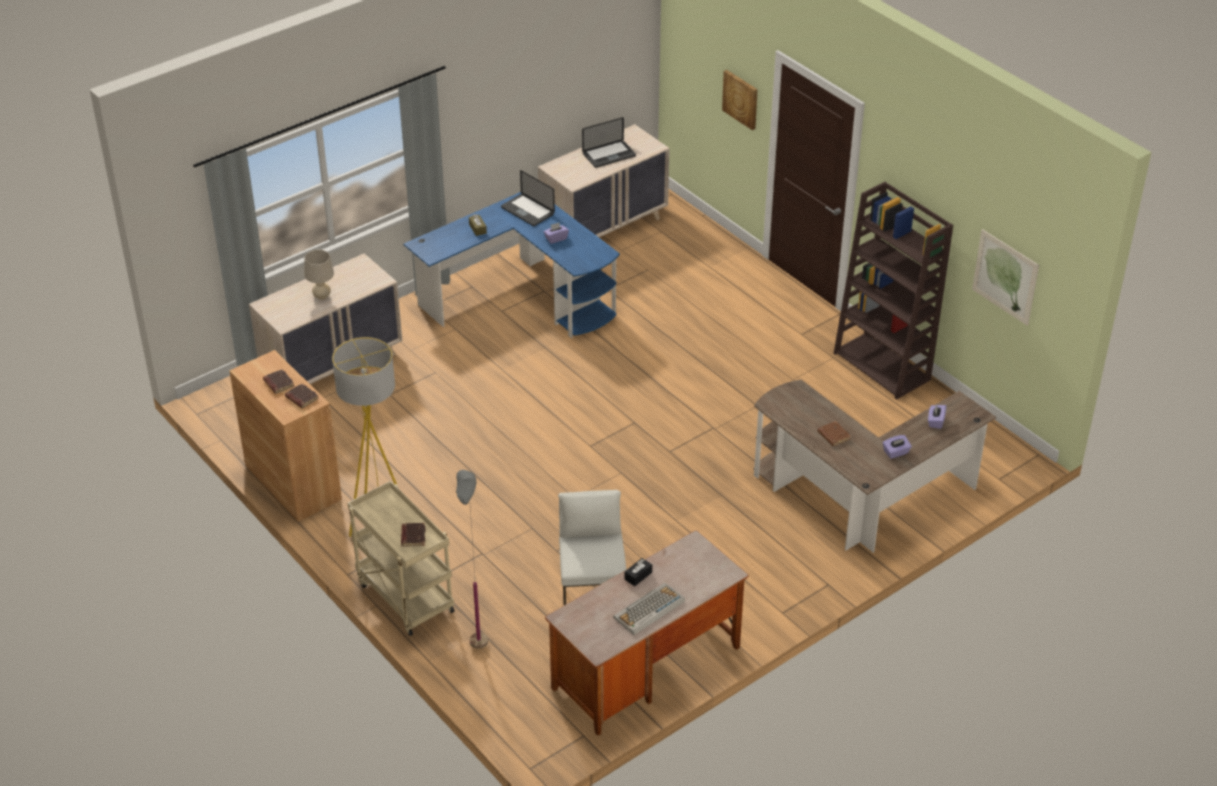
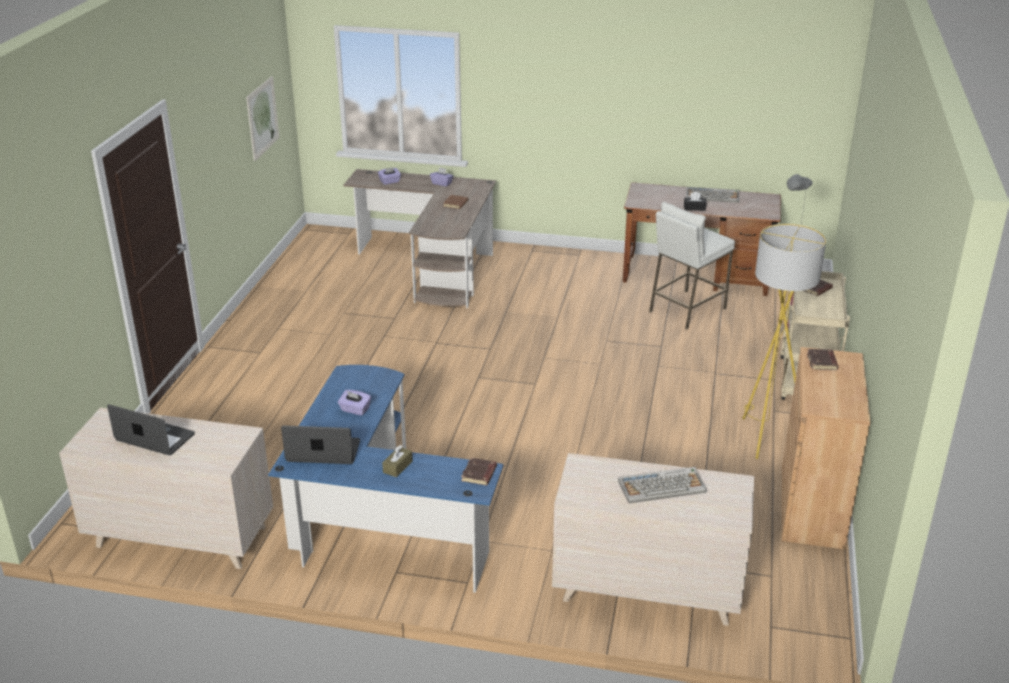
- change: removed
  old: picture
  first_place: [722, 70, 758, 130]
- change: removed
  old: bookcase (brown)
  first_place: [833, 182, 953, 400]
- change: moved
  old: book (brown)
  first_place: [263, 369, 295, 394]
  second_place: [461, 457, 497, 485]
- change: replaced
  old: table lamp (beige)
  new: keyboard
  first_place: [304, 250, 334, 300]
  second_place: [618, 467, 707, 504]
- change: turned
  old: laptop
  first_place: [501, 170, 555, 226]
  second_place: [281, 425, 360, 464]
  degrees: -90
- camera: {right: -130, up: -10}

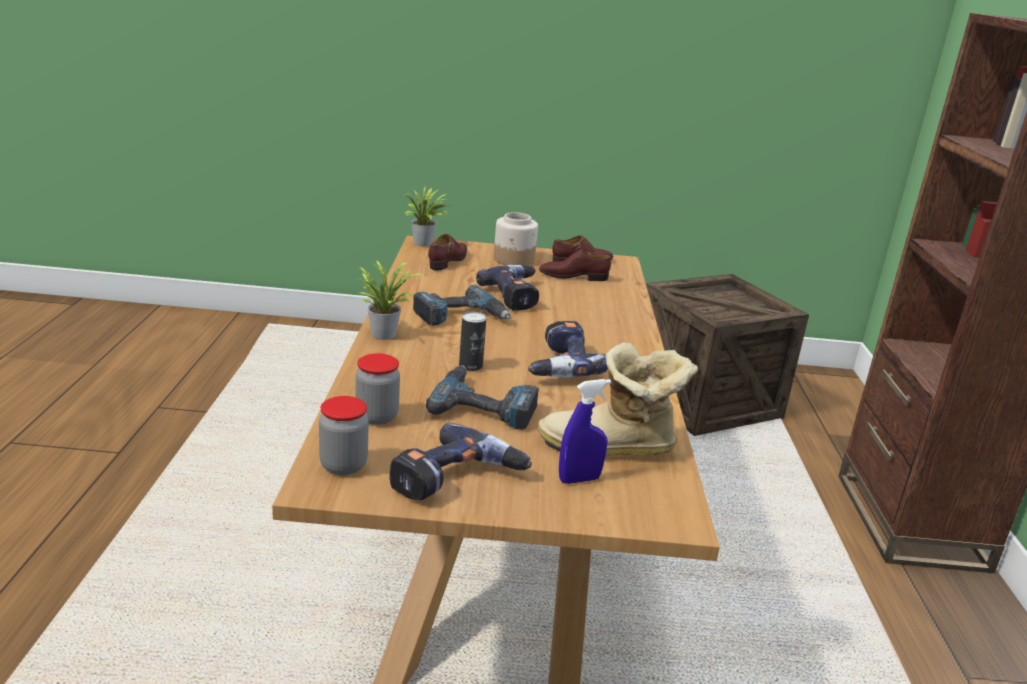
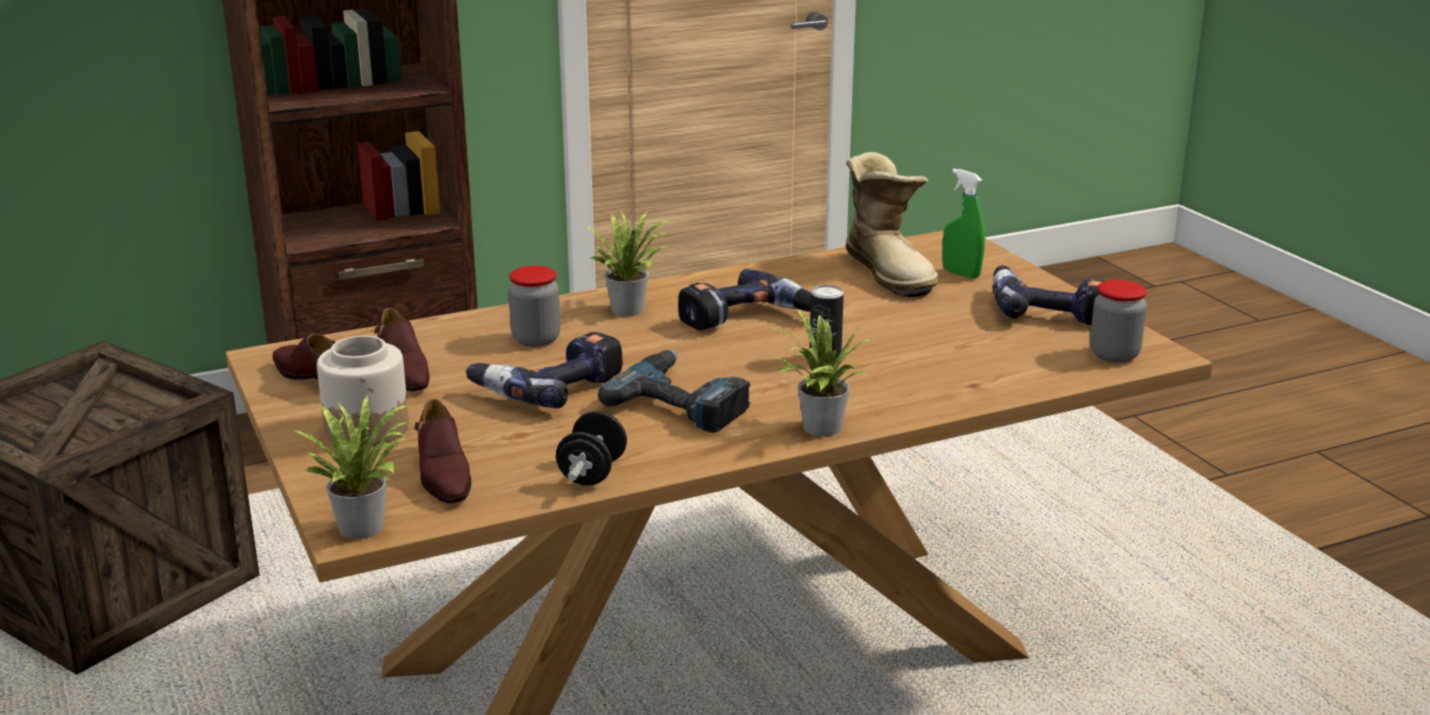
- change: removed
  old: power drill
  first_place: [426, 365, 539, 430]
- change: added
  new: dumbbell (black)
  second_place: [556, 411, 627, 486]
- change: added
  new: potted plant
  second_place: [585, 212, 672, 316]
- change: moved
  old: jar
  first_place: [356, 353, 400, 425]
  second_place: [508, 266, 561, 347]
- change: recoloured
  old: spray bottle (blue)
  new: spray bottle (green)
  first_place: [559, 379, 611, 484]
  second_place: [942, 169, 985, 279]
- change: turned
  old: shoe (brown)
  first_place: [428, 234, 467, 270]
  second_place: [414, 399, 471, 503]
  degrees: -105
- camera: {right: -115, up: 0}

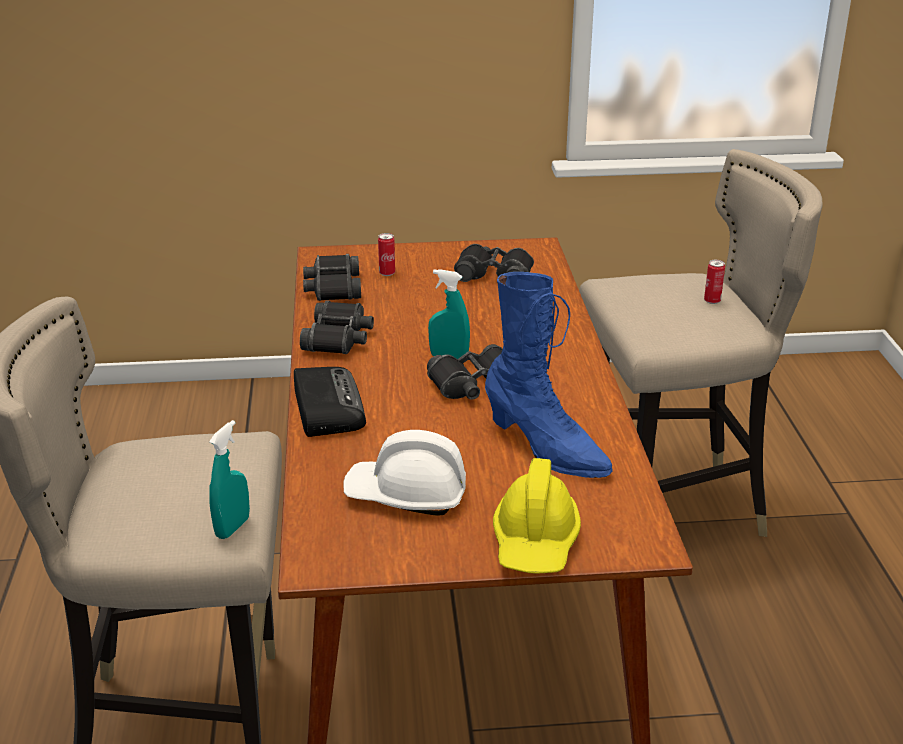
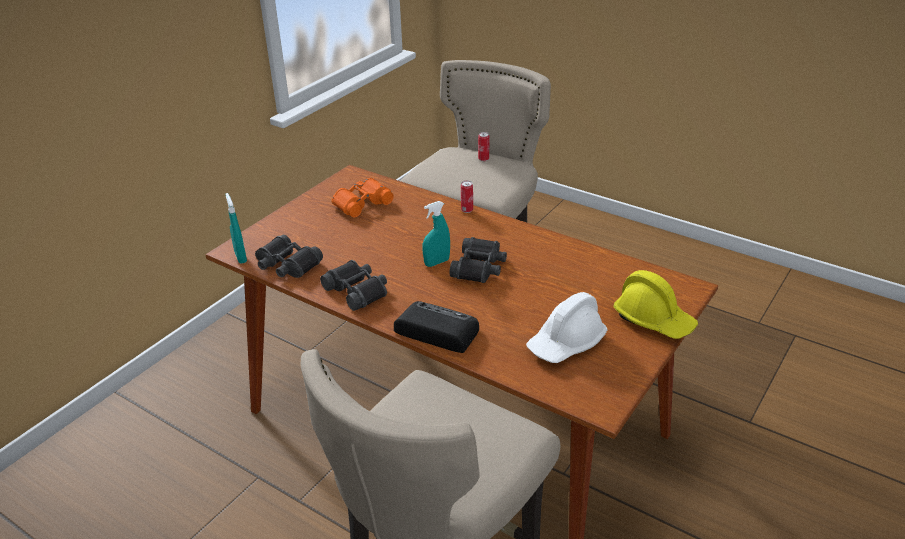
- change: removed
  old: boot (blue)
  first_place: [485, 272, 613, 478]
- change: moved
  old: spray bottle (turquoise)
  first_place: [209, 420, 250, 539]
  second_place: [226, 193, 247, 264]
- change: moved
  old: can
  first_place: [378, 233, 395, 276]
  second_place: [461, 181, 473, 213]
- change: recoloured
  old: binoculars (black)
  new: binoculars (orange)
  first_place: [454, 244, 534, 282]
  second_place: [331, 178, 394, 217]
- camera: {right: -50, up: 5}

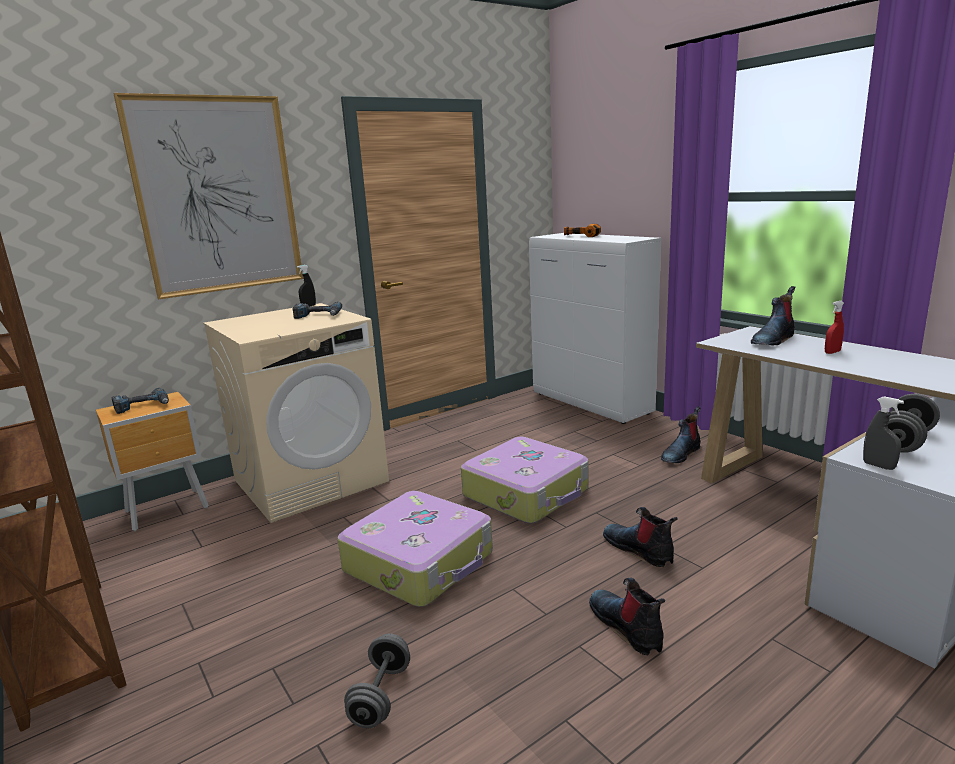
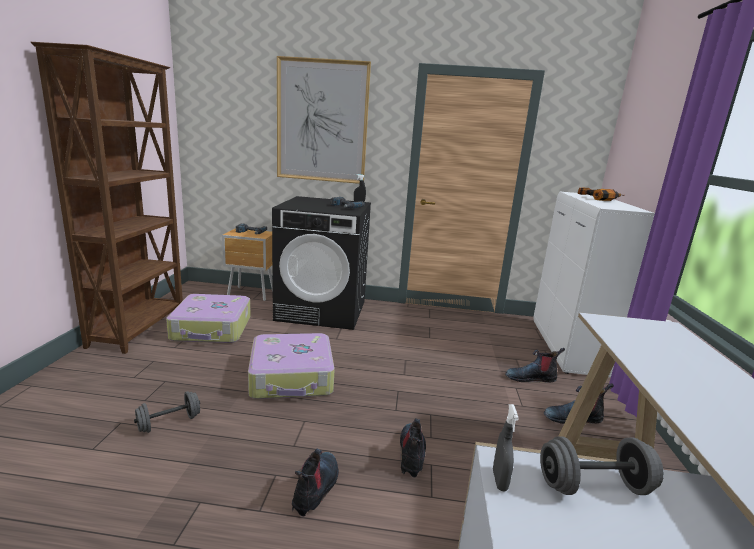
- change: removed
  old: spray bottle (red)
  first_place: [825, 301, 844, 354]
- change: moved
  old: suitcase
  first_place: [461, 437, 589, 523]
  second_place: [166, 294, 251, 343]
- change: moved
  old: boot
  first_place: [751, 286, 795, 345]
  second_place: [505, 348, 565, 383]
- change: recoloured
  old: washing machine (beige)
  new: washing machine (black)
  first_place: [203, 303, 389, 523]
  second_place: [272, 196, 371, 330]
- camera: {right: 40, up: 0}

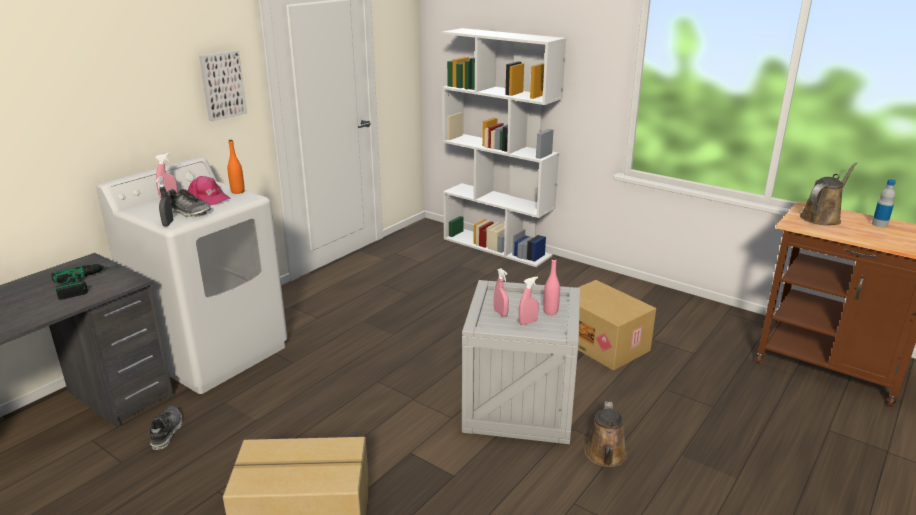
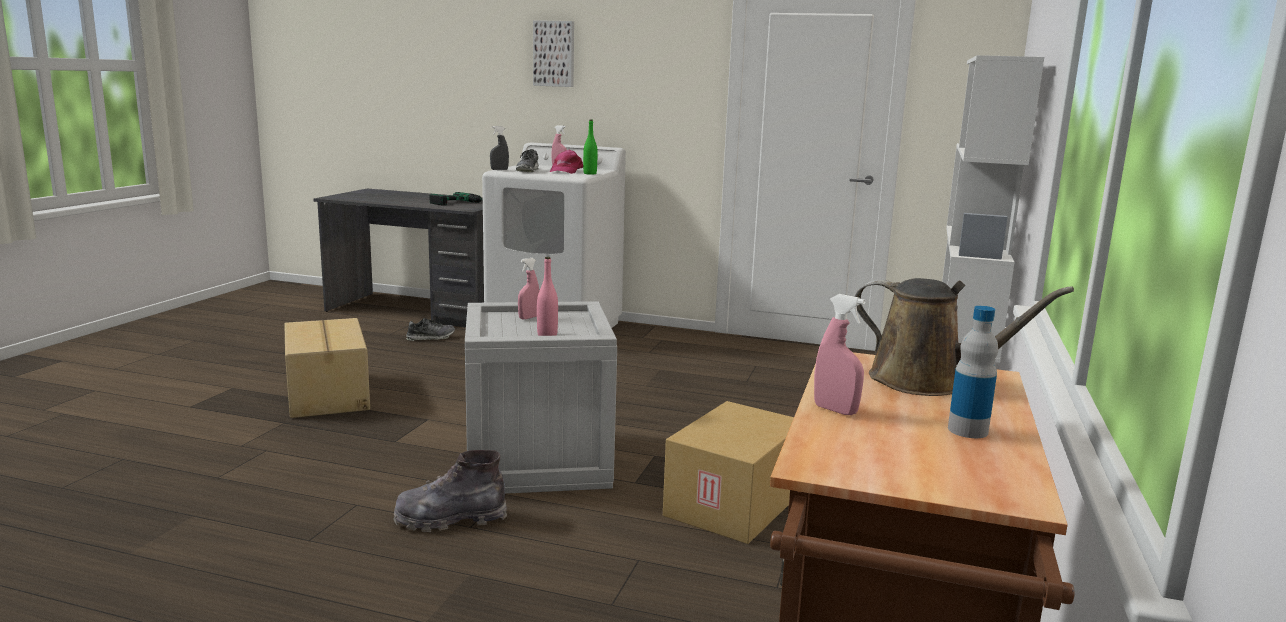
- change: moved
  old: picture
  first_place: [199, 50, 247, 121]
  second_place: [533, 20, 574, 87]
- change: moved
  old: spray bottle (pink)
  first_place: [519, 277, 539, 325]
  second_place: [814, 294, 865, 415]
- change: replaced
  old: watering can (brown)
  new: boot (grey)
  first_place: [585, 401, 627, 467]
  second_place: [393, 450, 507, 532]
- change: recoloured
  old: bottle (orange)
  new: bottle (green)
  first_place: [228, 140, 245, 194]
  second_place: [583, 120, 598, 175]
- camera: {right: 70, up: -10}

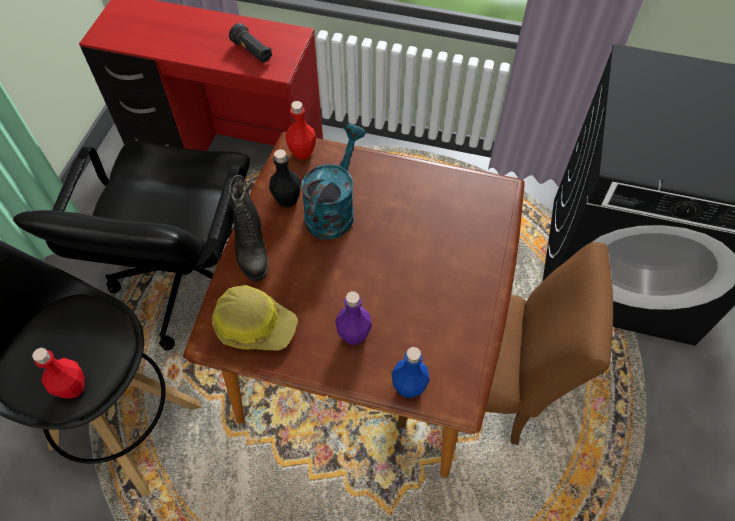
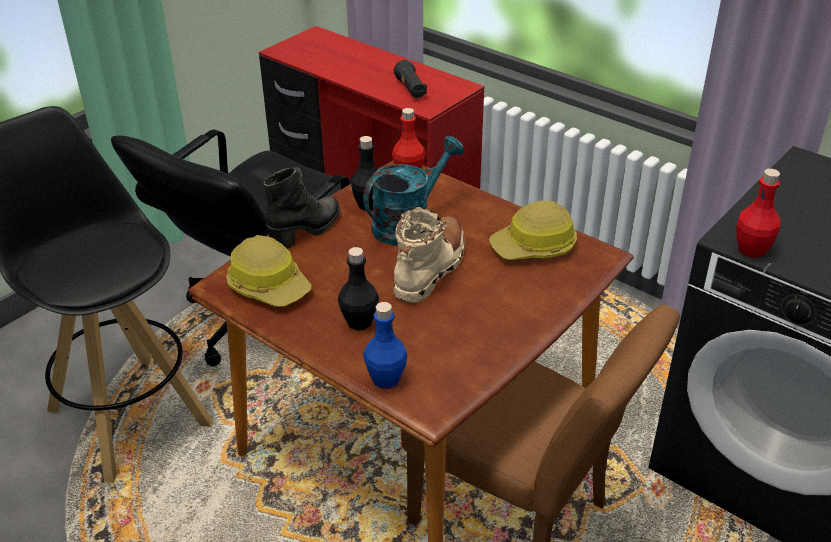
- change: added
  new: boot (beige)
  second_place: [393, 207, 465, 303]
- change: added
  new: hard hat
  second_place: [489, 201, 577, 260]
- change: moved
  old: bottle (red)
  first_place: [32, 348, 85, 399]
  second_place: [736, 169, 781, 258]
- change: recoloured
  old: bottle (purple)
  new: bottle (black)
  first_place: [335, 291, 372, 345]
  second_place: [338, 247, 379, 330]
- change: turned
  old: boot (black)
  first_place: [229, 175, 269, 281]
  second_place: [263, 167, 340, 249]
  degrees: -150
- camera: {right: 25, up: -20}

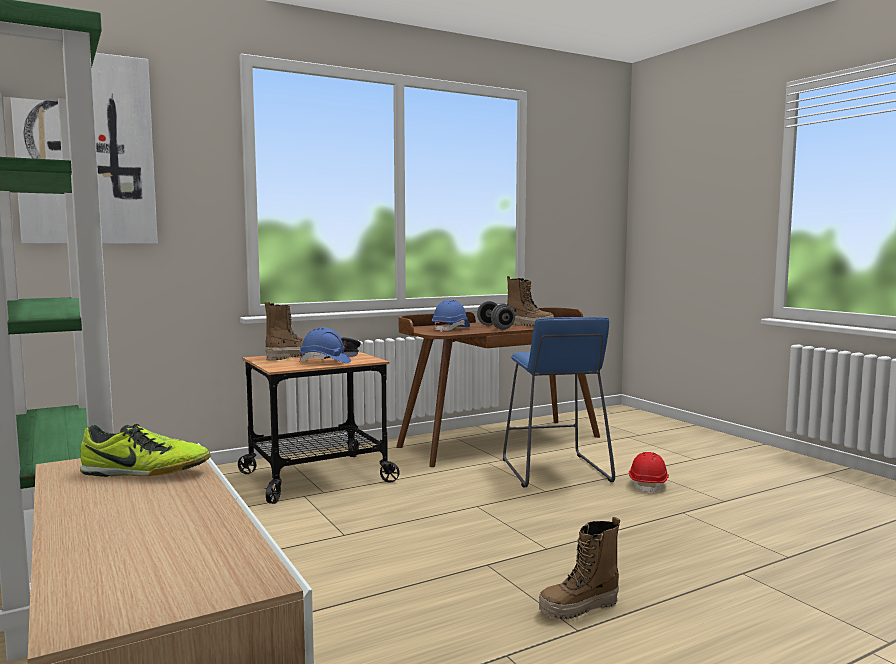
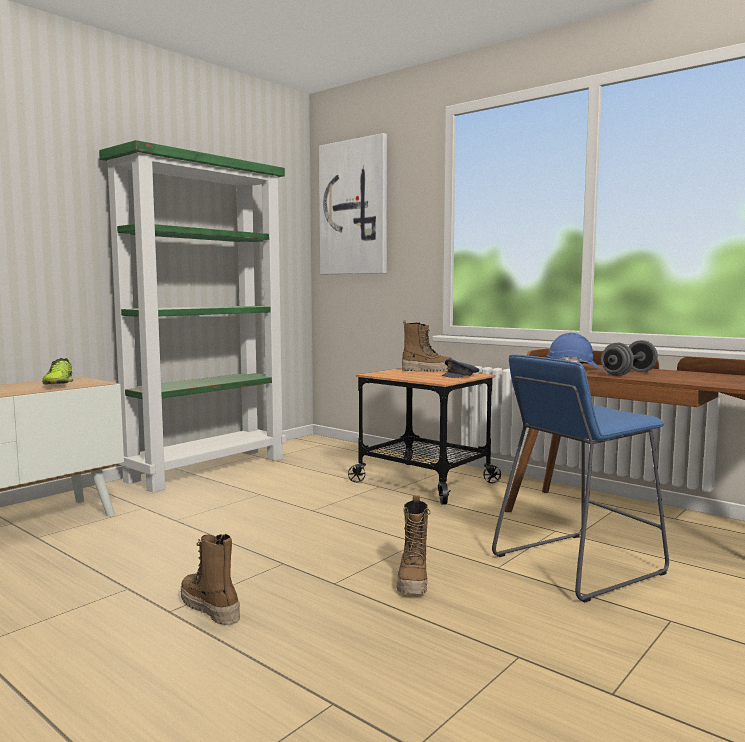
- change: removed
  old: hard hat (blue)
  first_place: [300, 327, 351, 363]
- change: removed
  old: hard hat (red)
  first_place: [629, 452, 669, 494]
- change: moved
  old: boot
  first_place: [507, 276, 554, 326]
  second_place: [397, 495, 430, 594]
- camera: {right: 70, up: 0}

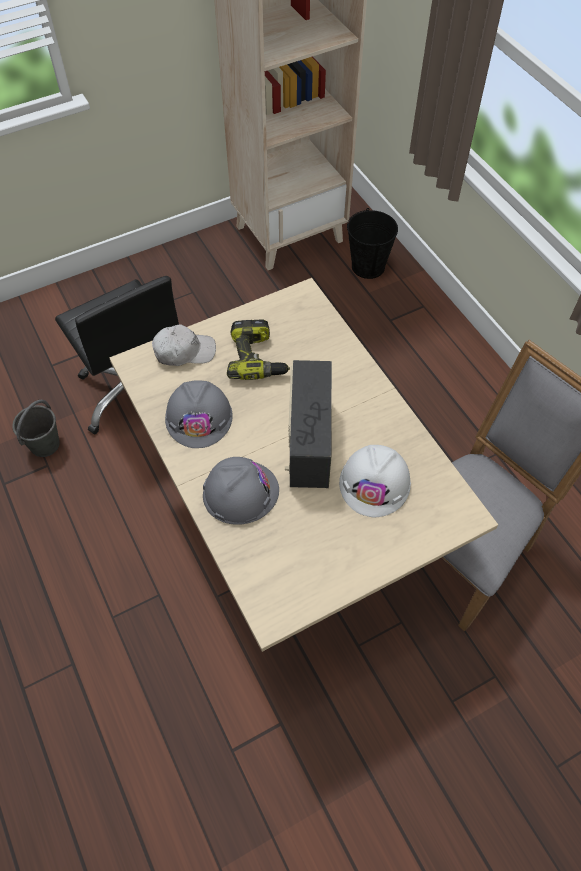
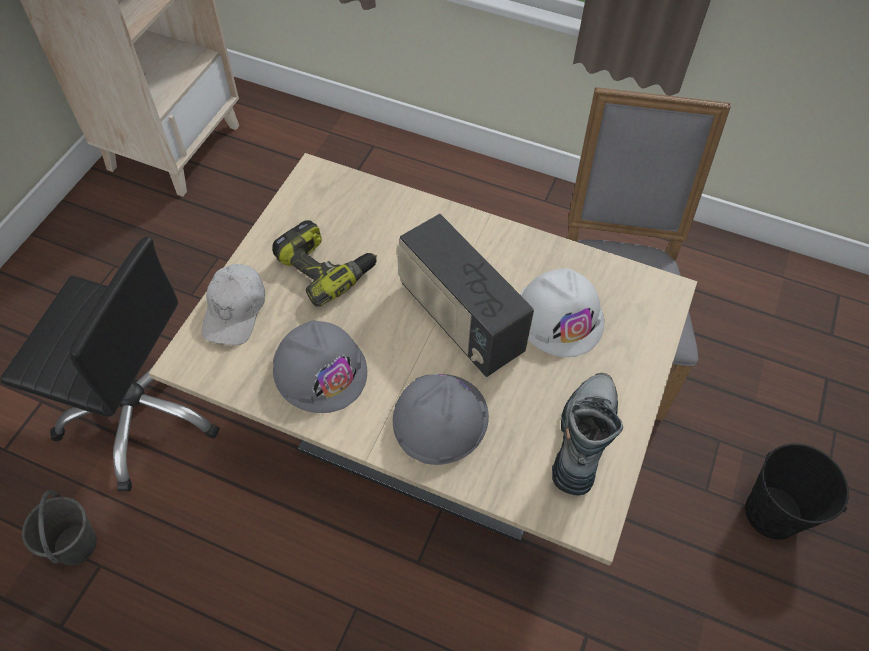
- change: added
  new: boot
  second_place: [552, 373, 623, 496]
- change: moved
  old: bucket (black)
  first_place: [347, 208, 398, 279]
  second_place: [745, 443, 849, 540]
- change: turned
  old: cap (white)
  first_place: [152, 325, 216, 366]
  second_place: [202, 264, 265, 345]
  degrees: 150
- camera: {right: -40, up: 0}

